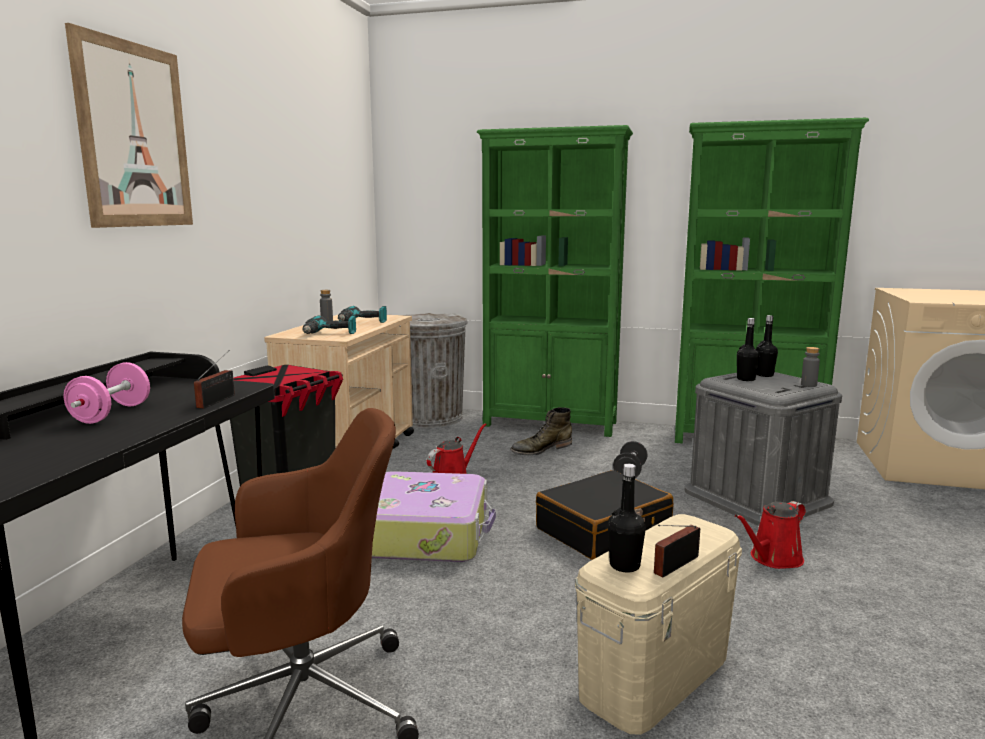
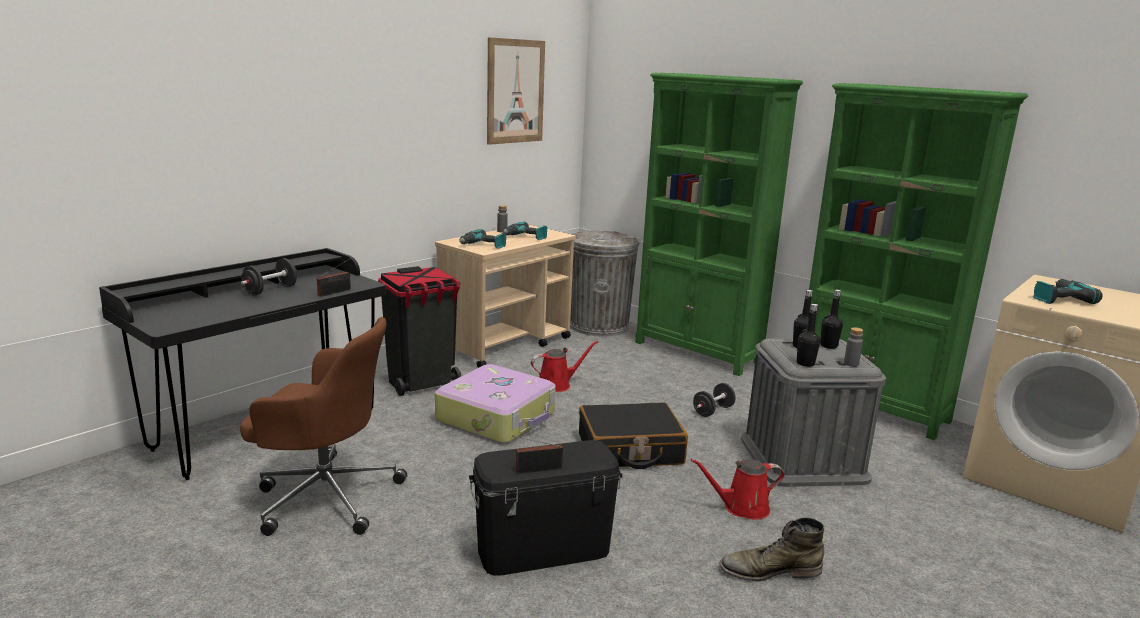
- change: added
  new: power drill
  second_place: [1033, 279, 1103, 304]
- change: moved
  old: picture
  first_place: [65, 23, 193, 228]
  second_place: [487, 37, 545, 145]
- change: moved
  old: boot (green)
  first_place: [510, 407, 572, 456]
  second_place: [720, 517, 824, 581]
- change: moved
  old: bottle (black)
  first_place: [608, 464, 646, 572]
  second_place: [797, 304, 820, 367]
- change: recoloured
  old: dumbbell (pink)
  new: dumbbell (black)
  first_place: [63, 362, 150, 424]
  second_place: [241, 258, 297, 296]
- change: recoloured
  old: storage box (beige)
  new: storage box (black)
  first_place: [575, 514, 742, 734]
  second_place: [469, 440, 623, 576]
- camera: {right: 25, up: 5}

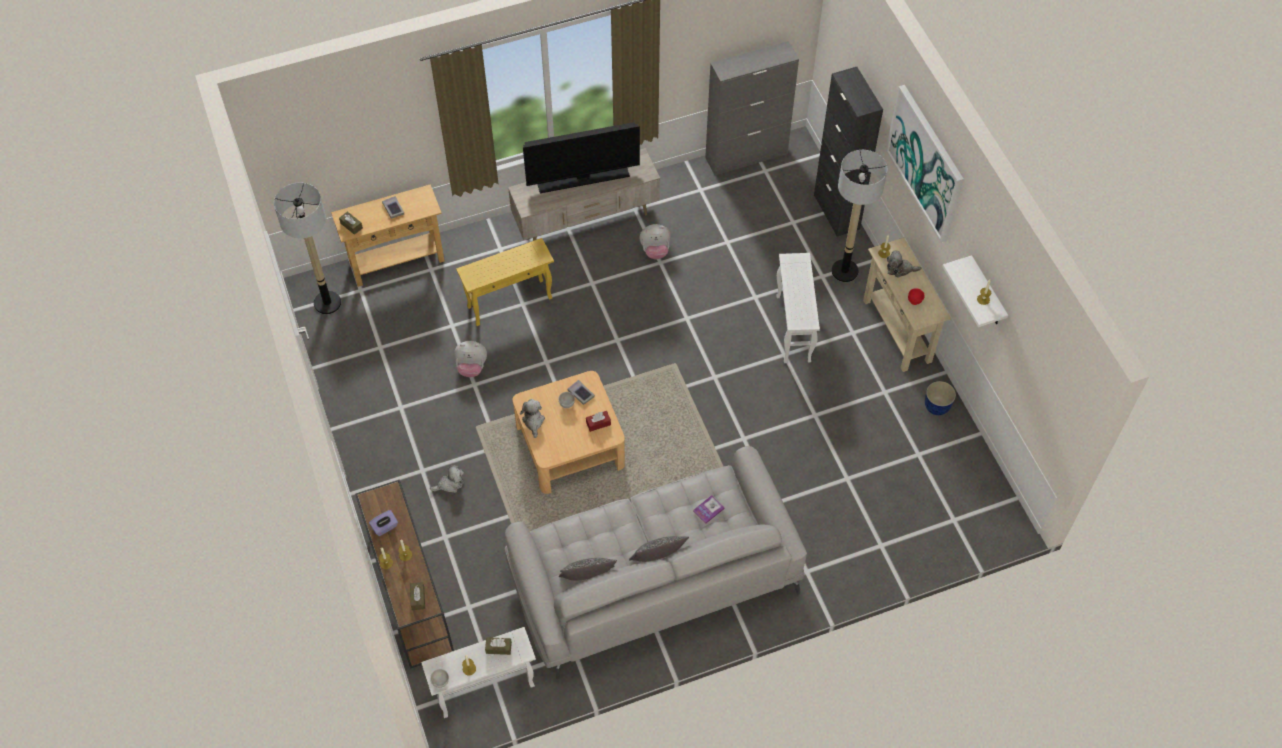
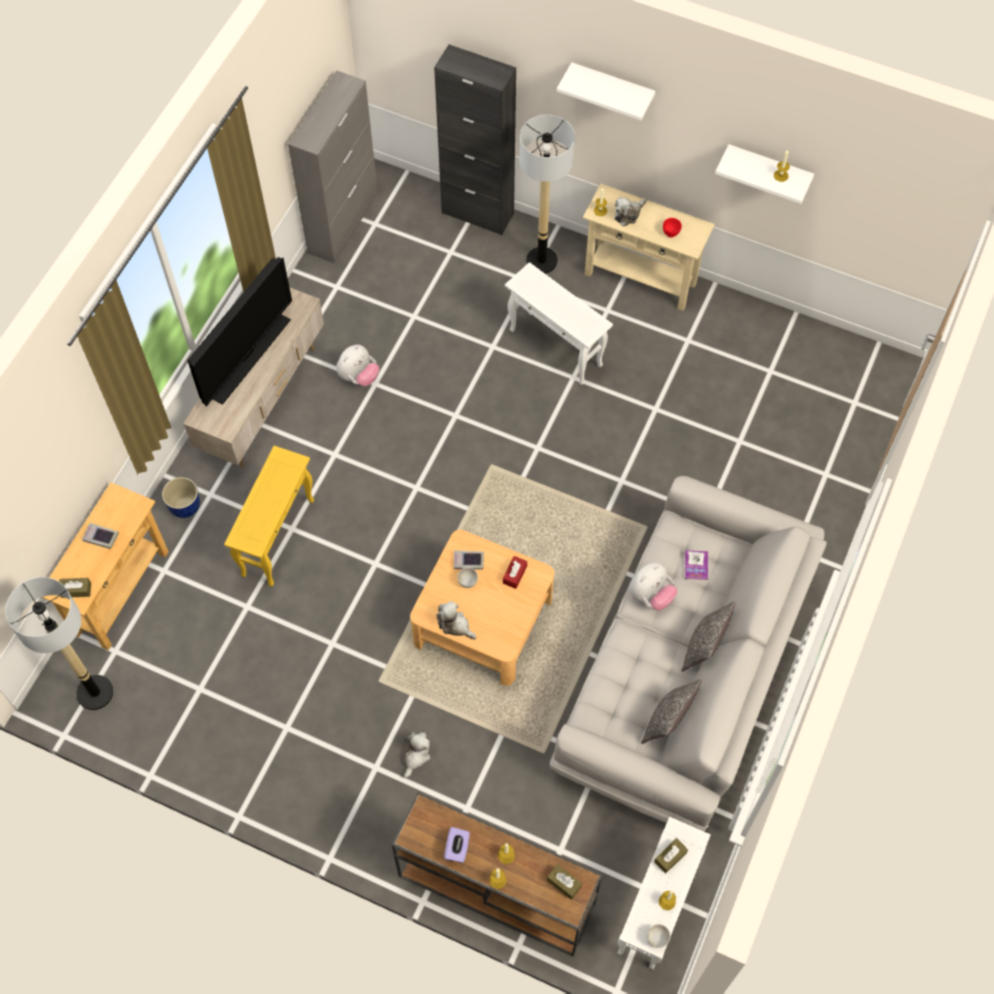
- change: moved
  old: plush toy
  first_place: [454, 341, 487, 377]
  second_place: [629, 562, 678, 611]
- change: moved
  old: planter
  first_place: [925, 381, 956, 415]
  second_place: [162, 477, 200, 518]
- change: replaced
  old: picture
  new: shelf (white)
  first_place: [886, 85, 964, 243]
  second_place: [557, 62, 656, 120]
- camera: {right: -45, up: 5}

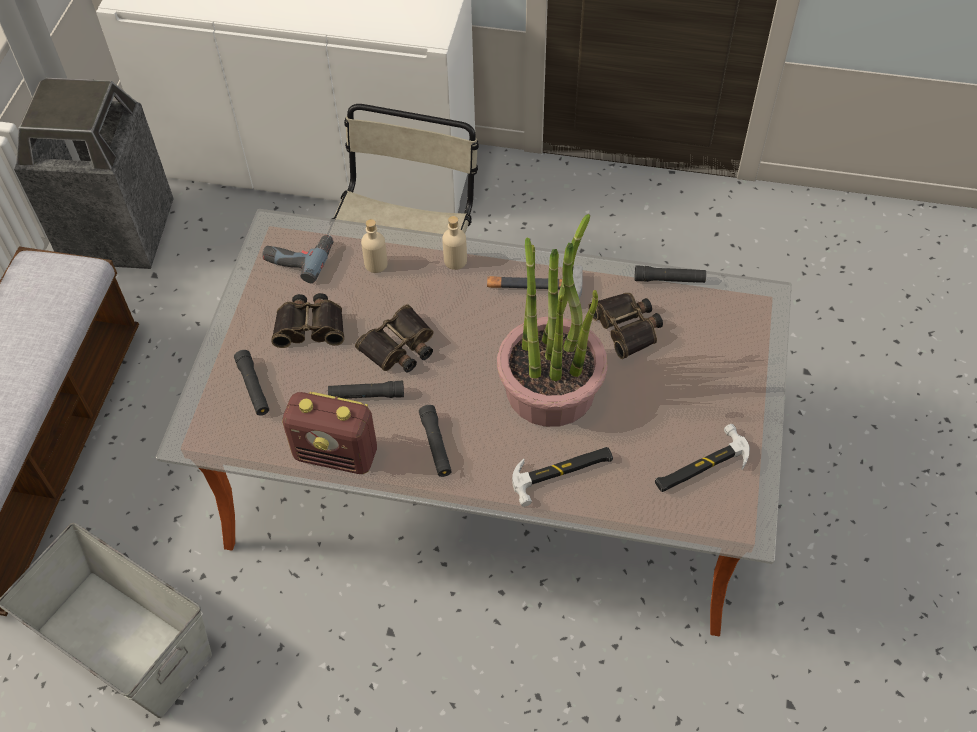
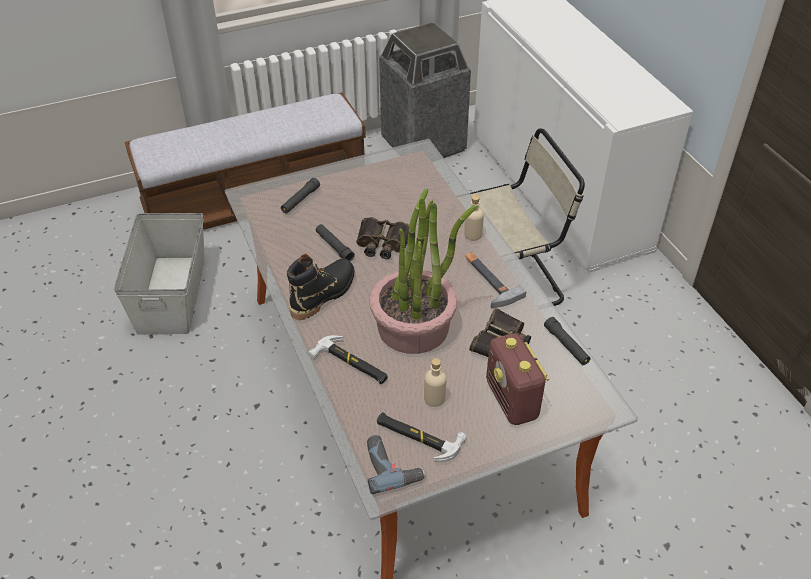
- change: removed
  old: binoculars
  first_place: [272, 293, 344, 348]
- change: moved
  old: power drill
  first_place: [262, 235, 333, 283]
  second_place: [367, 435, 426, 494]
- change: moved
  old: radio
  first_place: [282, 392, 377, 474]
  second_place: [486, 333, 549, 425]
- change: moved
  old: bottle (beige)
  first_place: [361, 219, 388, 273]
  second_place: [424, 358, 446, 407]
- change: replaced
  old: flashlight (black)
  new: boot (black)
  first_place: [419, 405, 452, 477]
  second_place: [287, 254, 355, 320]
- camera: {right: 55, up: -10}

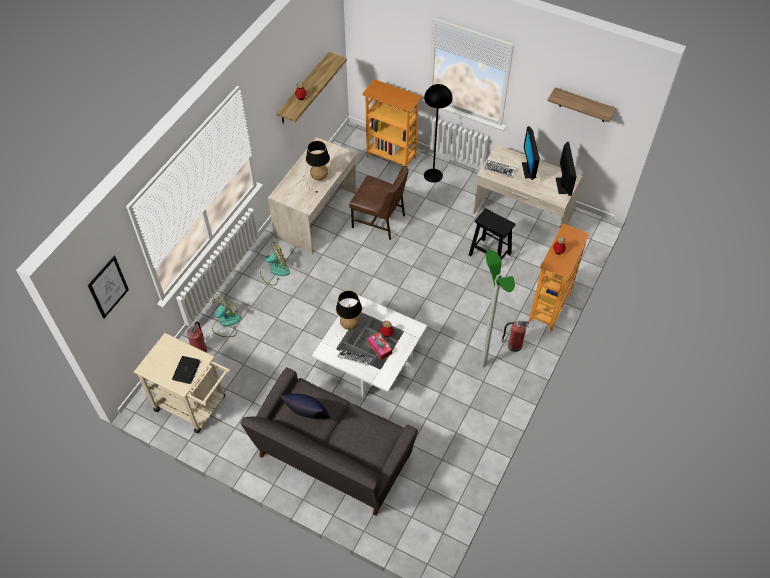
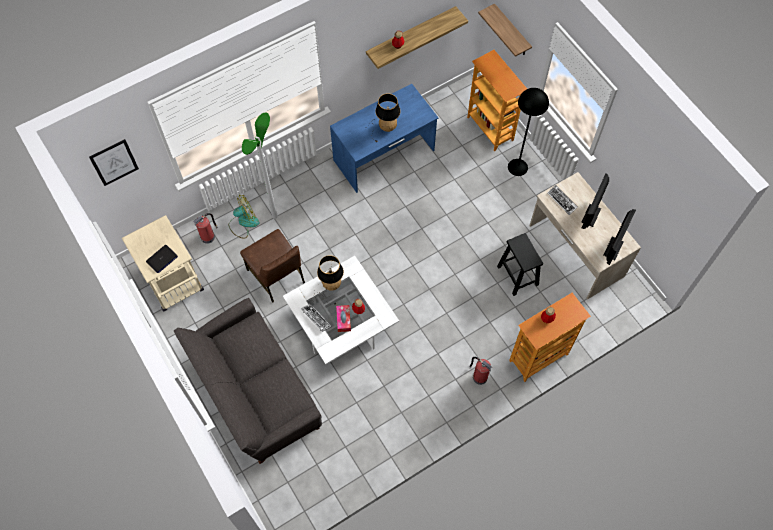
- change: removed
  old: fan
  first_place: [260, 242, 290, 286]
- change: removed
  old: pillow (blue)
  first_place: [280, 393, 330, 419]
- change: moved
  old: chair (brown)
  first_place: [349, 165, 409, 240]
  second_place: [240, 229, 305, 303]
- change: moved
  old: floor lamp
  first_place: [480, 250, 515, 367]
  second_place: [242, 112, 278, 219]
- change: moved
  old: shelf
  first_place: [547, 87, 616, 122]
  second_place: [478, 4, 532, 57]
- change: recoloured
  old: desk (beige)
  new: desk (blue)
  first_place: [268, 137, 357, 254]
  second_place: [330, 84, 439, 193]
- camera: {right: 30, up: 10}

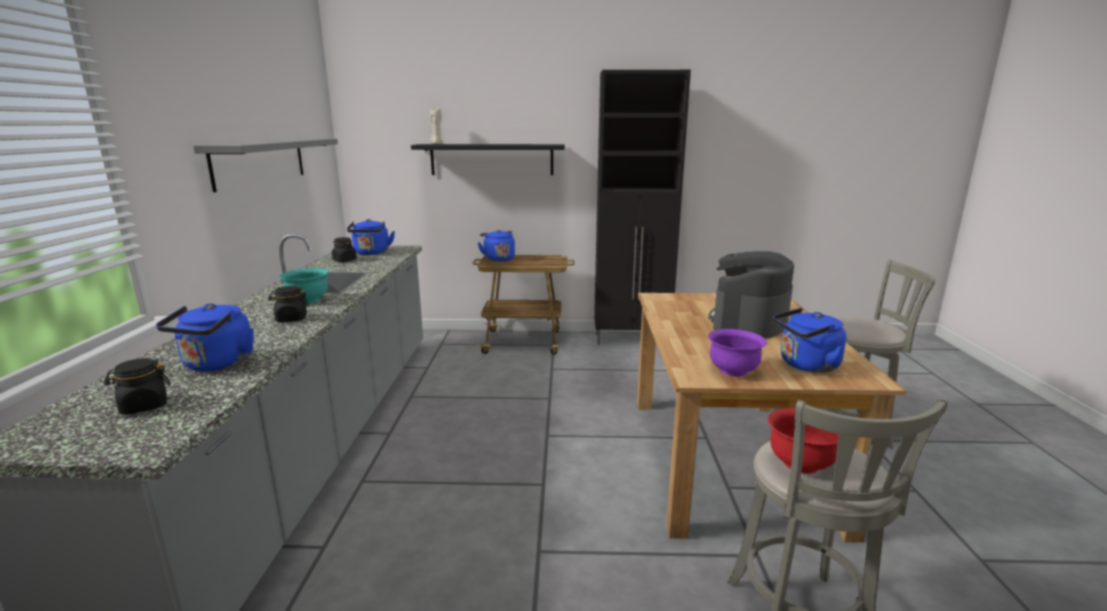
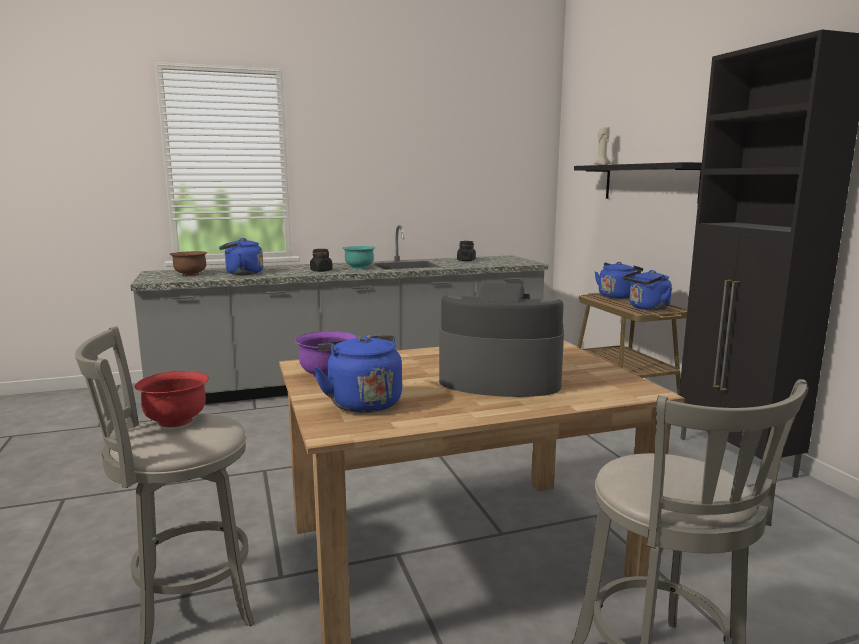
- change: removed
  old: shelf (grey)
  first_place: [193, 139, 338, 192]
- change: moved
  old: kettle (blue)
  first_place: [347, 219, 395, 255]
  second_place: [623, 270, 672, 310]
- change: replaced
  old: jar (black)
  new: bowl (brown)
  first_place: [104, 358, 170, 415]
  second_place: [170, 251, 207, 276]
- camera: {right: 70, up: -5}

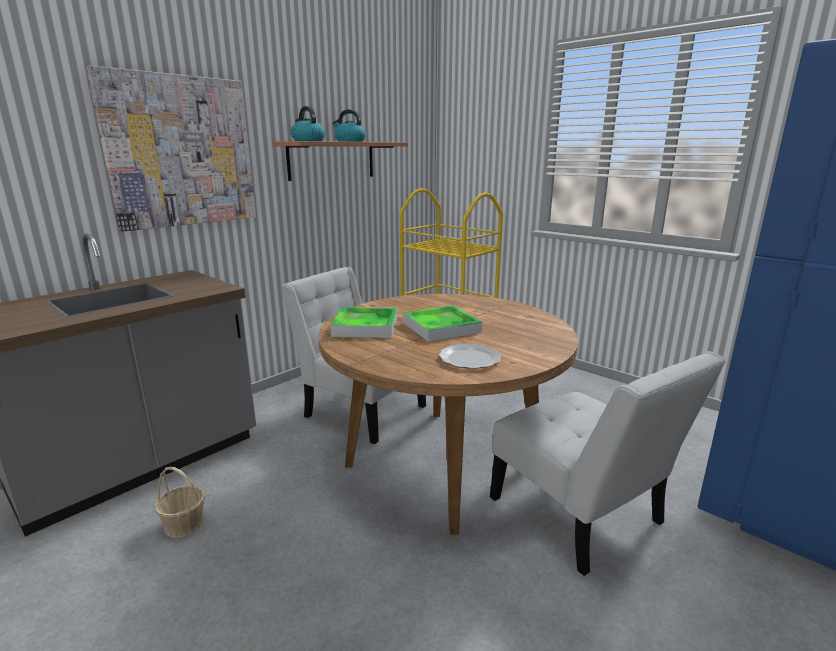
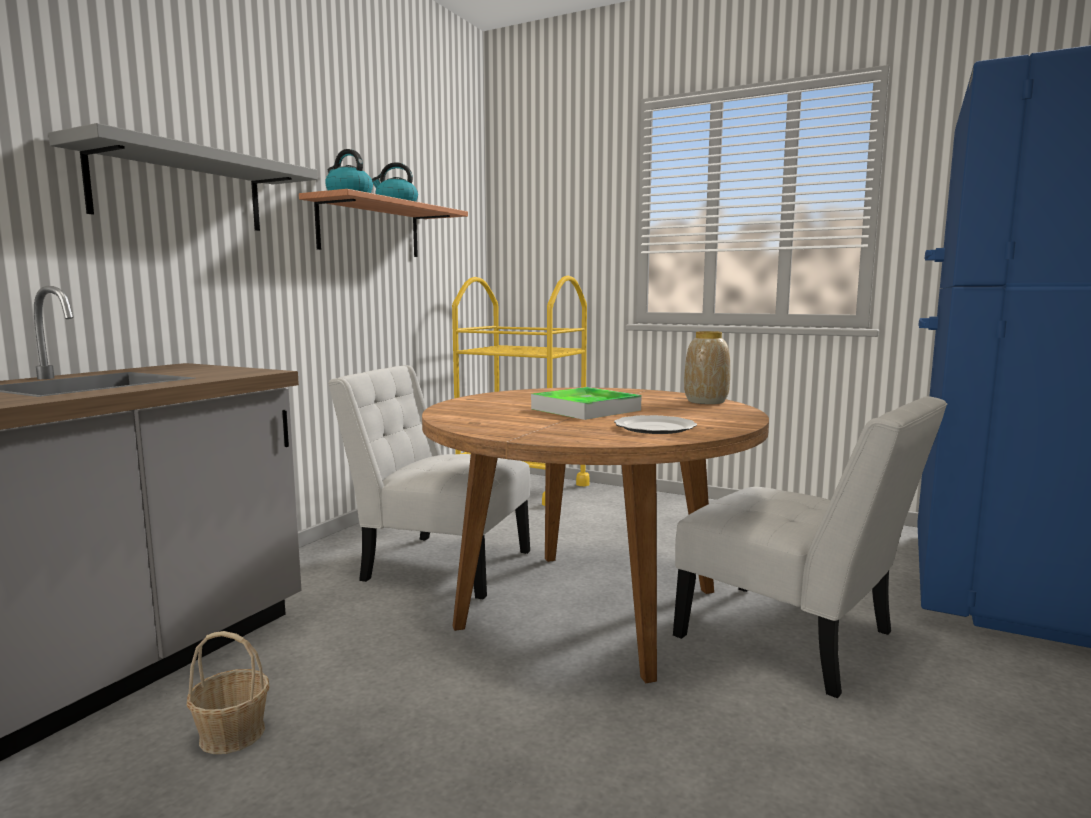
- change: removed
  old: tray
  first_place: [330, 307, 397, 338]
- change: added
  new: vase
  second_place: [684, 331, 730, 404]
- change: replaced
  old: picture
  new: shelf (grey)
  first_place: [86, 65, 256, 231]
  second_place: [48, 123, 318, 231]
- camera: {right: -15, up: -10}

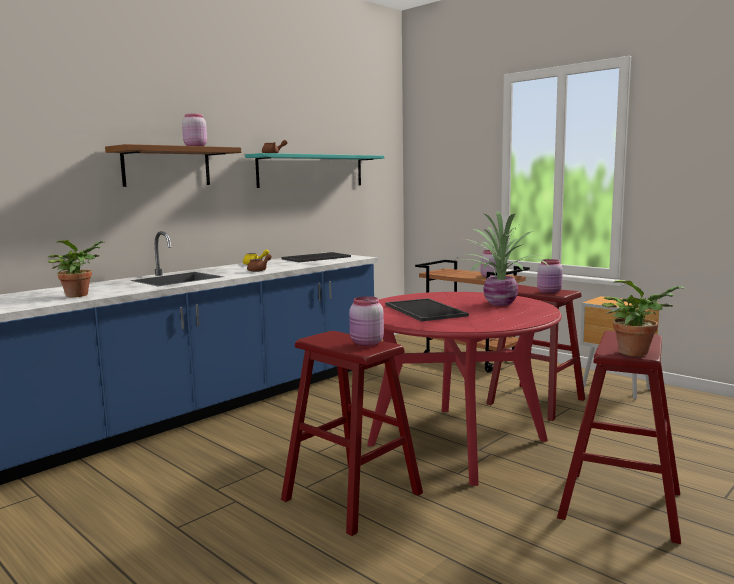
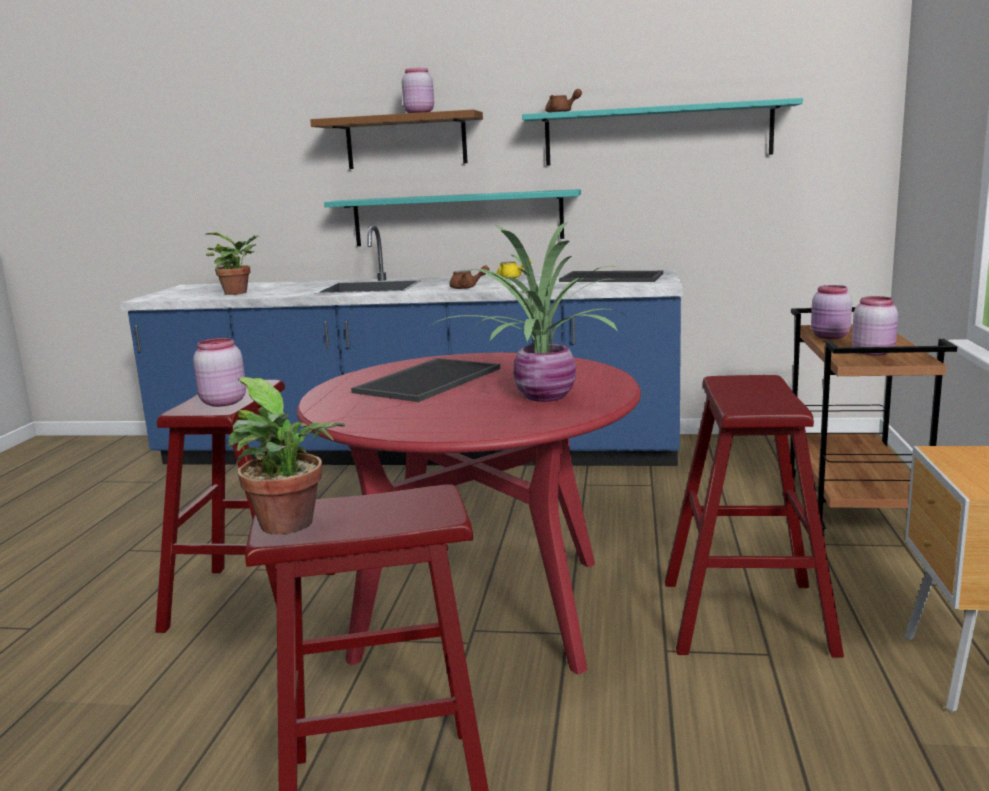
- change: added
  new: shelf (turquoise)
  second_place: [324, 189, 581, 246]
- change: moved
  old: jar (pink)
  first_place: [537, 259, 563, 294]
  second_place: [811, 285, 852, 339]
- camera: {right: 55, up: 5}

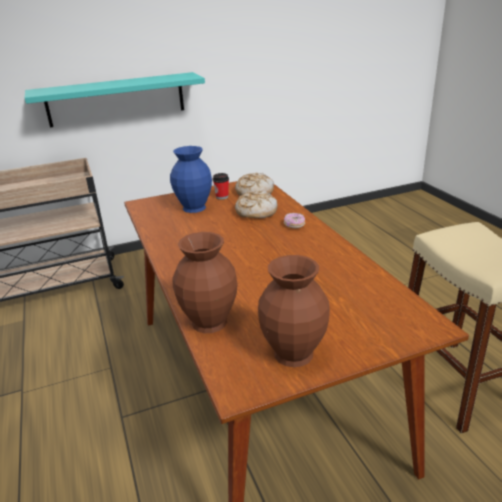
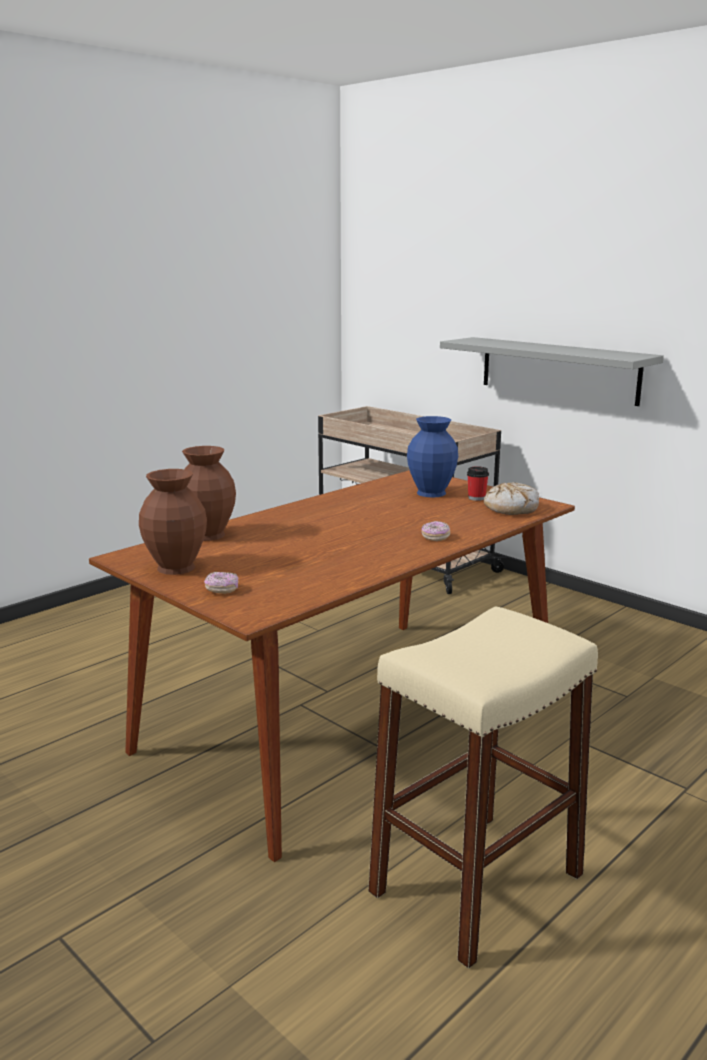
- change: removed
  old: bread
  first_place: [235, 191, 277, 218]
- change: added
  new: donut
  second_place: [204, 572, 239, 594]
- change: recoloured
  old: shelf (turquoise)
  new: shelf (grey)
  first_place: [25, 72, 205, 127]
  second_place: [440, 337, 664, 406]
- camera: {right: 65, up: -10}

